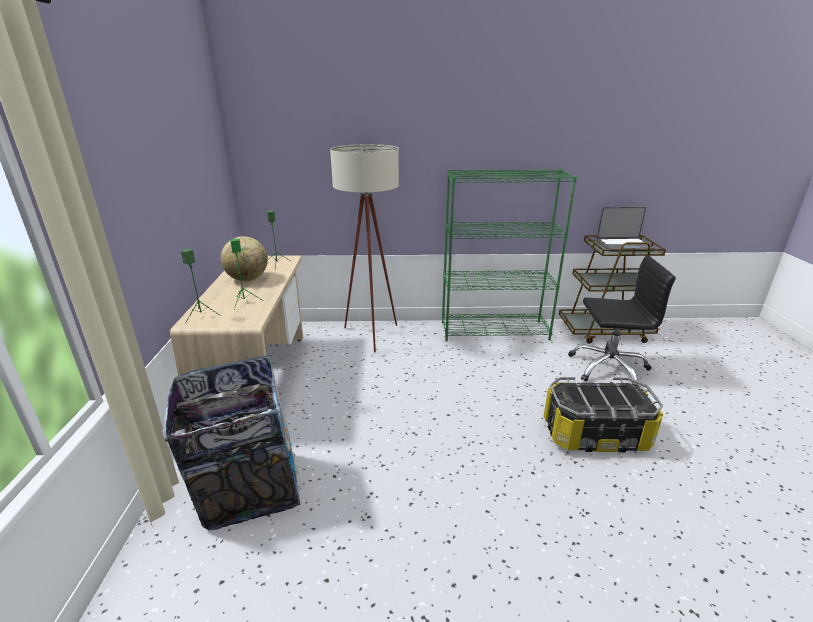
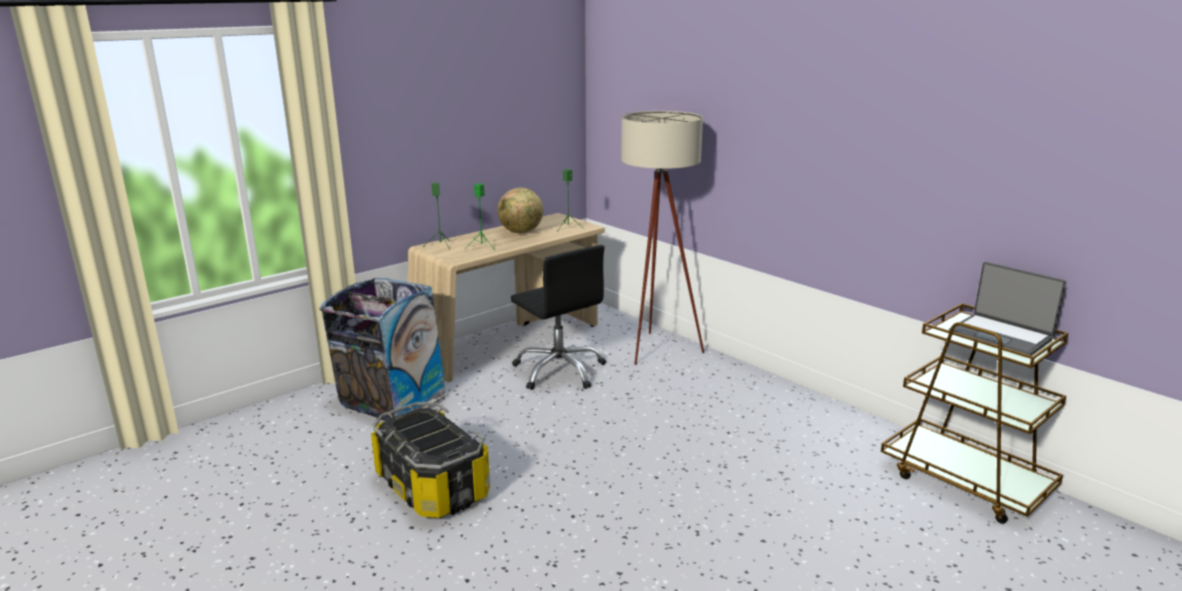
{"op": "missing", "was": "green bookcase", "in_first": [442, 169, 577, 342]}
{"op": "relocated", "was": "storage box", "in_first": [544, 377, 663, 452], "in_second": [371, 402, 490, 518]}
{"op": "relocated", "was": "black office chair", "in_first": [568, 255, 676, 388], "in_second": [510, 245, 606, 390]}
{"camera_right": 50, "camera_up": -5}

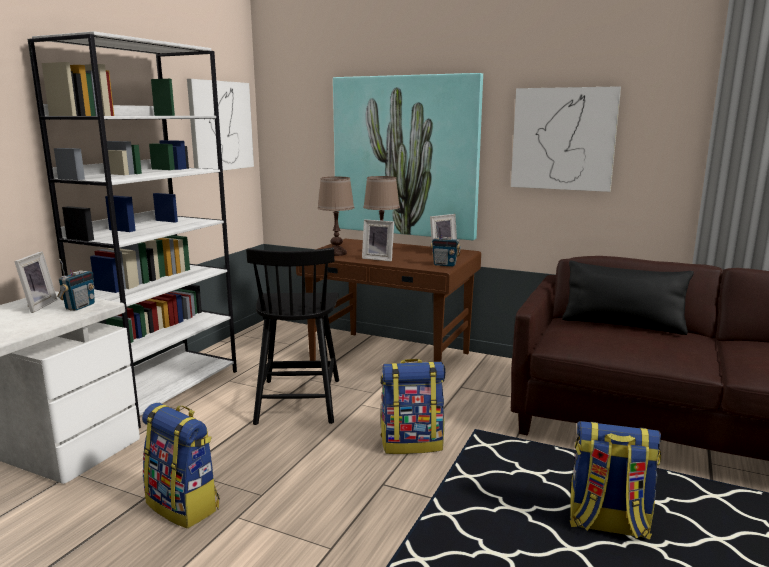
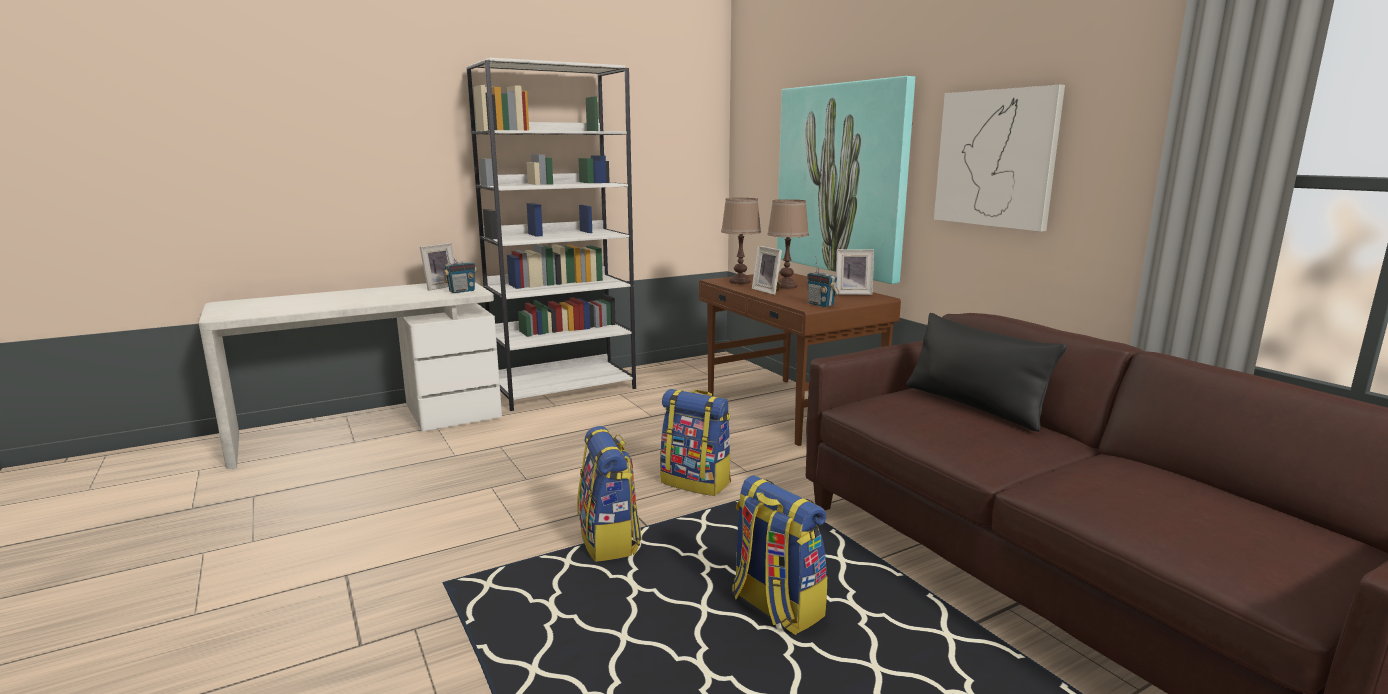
{"op": "missing", "was": "picture", "in_first": [187, 79, 254, 170]}
{"op": "missing", "was": "black chair", "in_first": [246, 248, 339, 425]}
{"op": "relocated", "was": "backpack", "in_first": [142, 403, 220, 529], "in_second": [577, 426, 642, 562]}
{"camera_right": 35, "camera_up": 0}

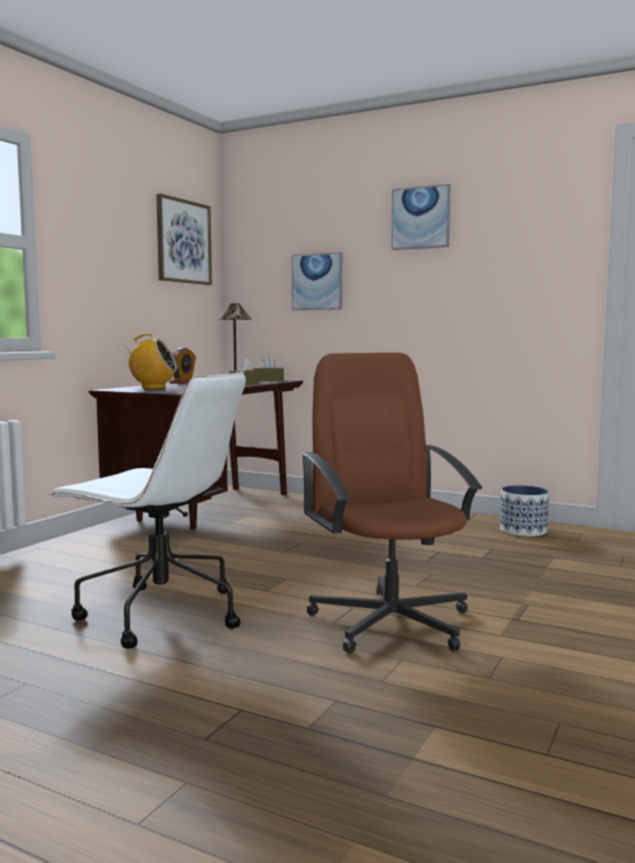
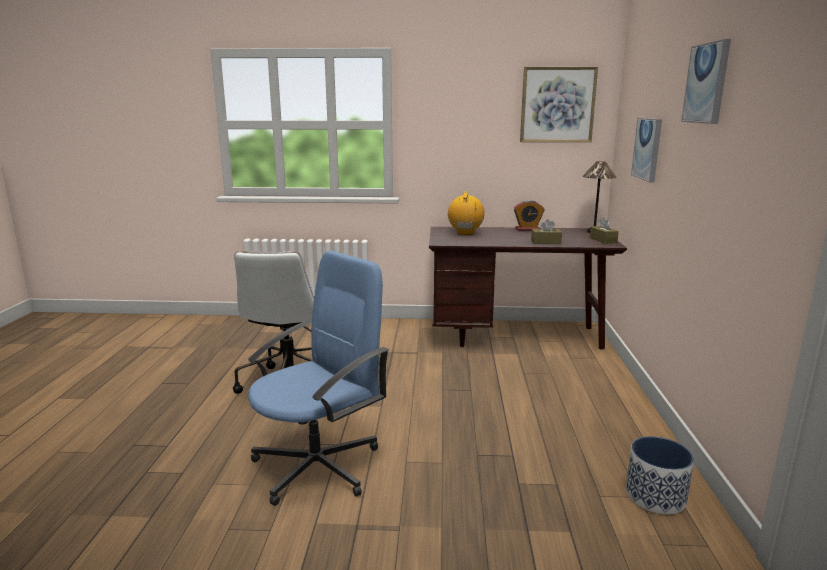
{"op": "colour", "was": "brown office chair", "now": "blue office chair", "in_first": [301, 352, 482, 653], "in_second": [248, 251, 389, 506]}
{"op": "spun", "was": "radio", "in_first": [124, 334, 177, 389], "in_second": [448, 191, 485, 235], "clockwise": -150}
{"camera_right": 65, "camera_up": 10}

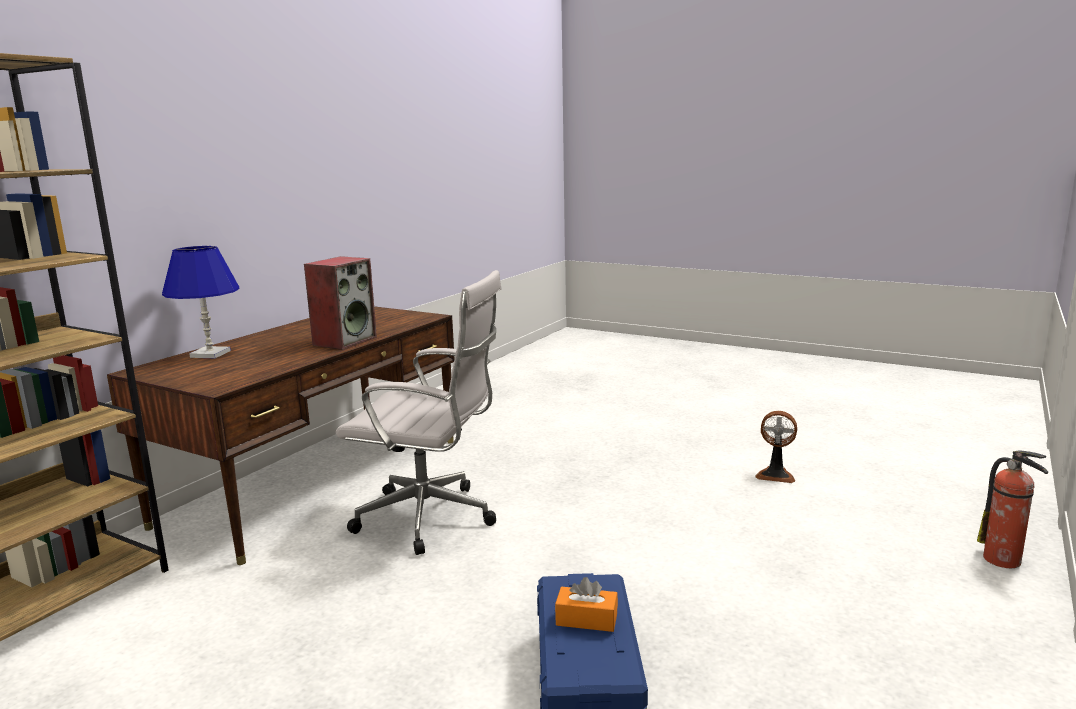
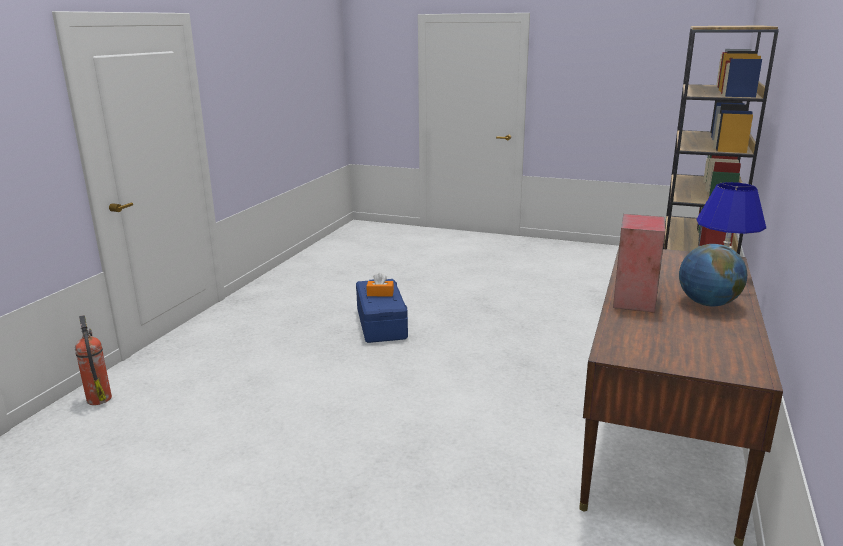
{"op": "missing", "was": "white office chair", "in_first": [336, 270, 502, 555]}
{"op": "missing", "was": "fan", "in_first": [755, 411, 797, 483]}
{"op": "appeared", "now": "globe", "in_second": [679, 244, 747, 306]}
{"camera_right": 170, "camera_up": 5}

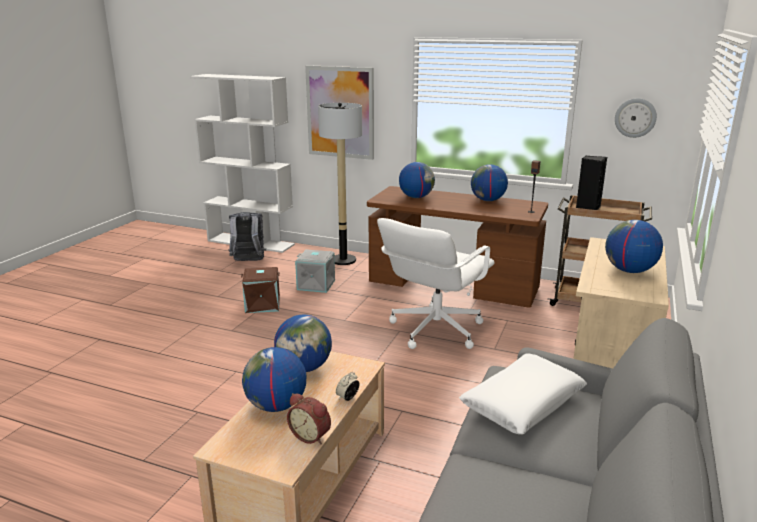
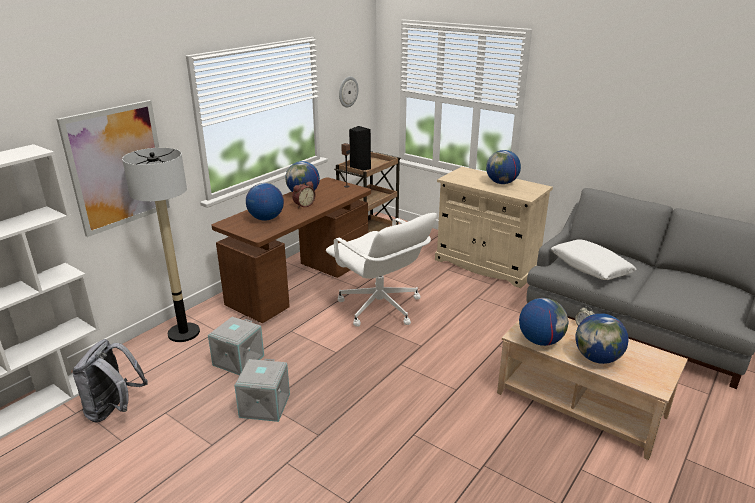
{"op": "relocated", "was": "alarm clock", "in_first": [287, 393, 331, 444], "in_second": [292, 181, 315, 208]}
{"op": "colour", "was": "brown storage box", "now": "grey storage box", "in_first": [241, 267, 280, 313], "in_second": [234, 359, 290, 422]}
{"camera_right": -75, "camera_up": 5}

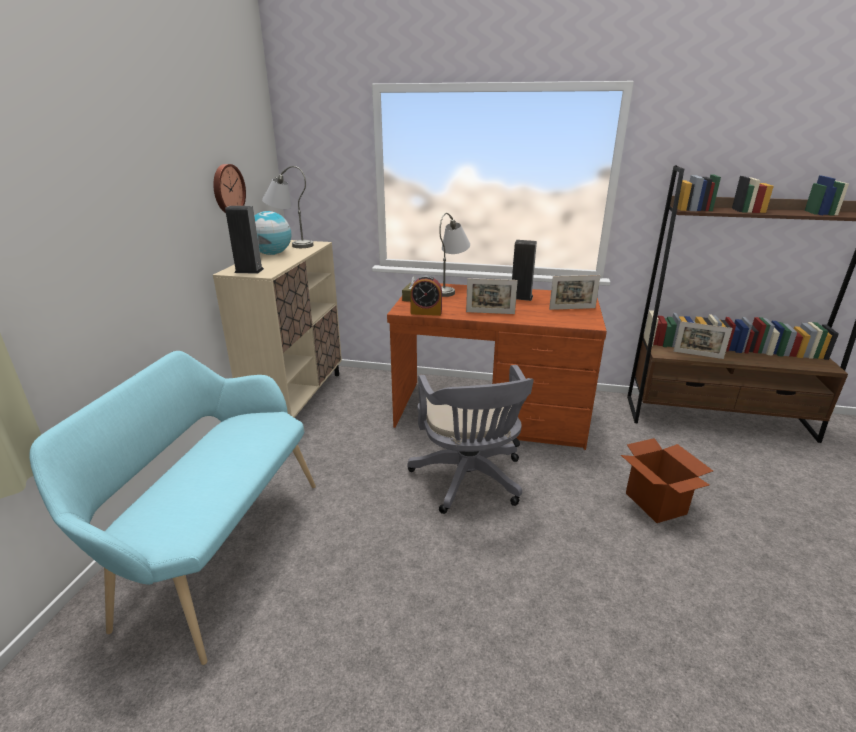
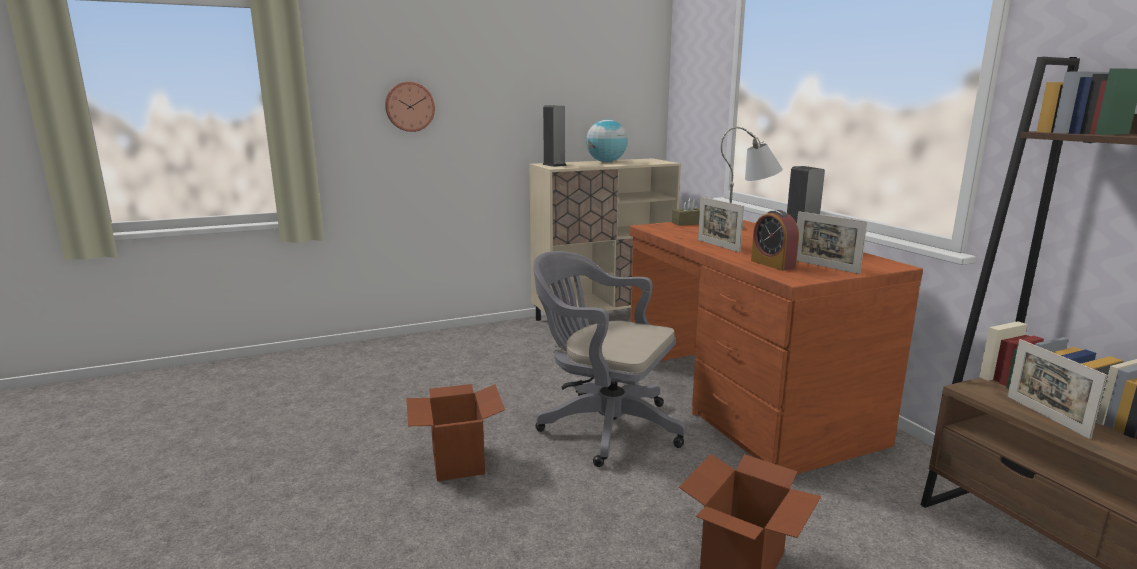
{"op": "missing", "was": "turquoise bench", "in_first": [29, 351, 316, 665]}
{"op": "missing", "was": "grey table lamp", "in_first": [262, 166, 314, 248]}
{"op": "appeared", "now": "cardboard box", "in_second": [406, 384, 505, 481]}
{"op": "relocated", "was": "wall clock", "in_first": [213, 164, 246, 213], "in_second": [385, 82, 435, 132]}
{"op": "relocated", "was": "alarm clock", "in_first": [410, 275, 442, 316], "in_second": [751, 210, 799, 271]}
{"op": "spun", "was": "grey office chair", "in_first": [407, 365, 534, 514], "in_second": [533, 251, 686, 467], "clockwise": 75}
{"camera_right": 55, "camera_up": -10}

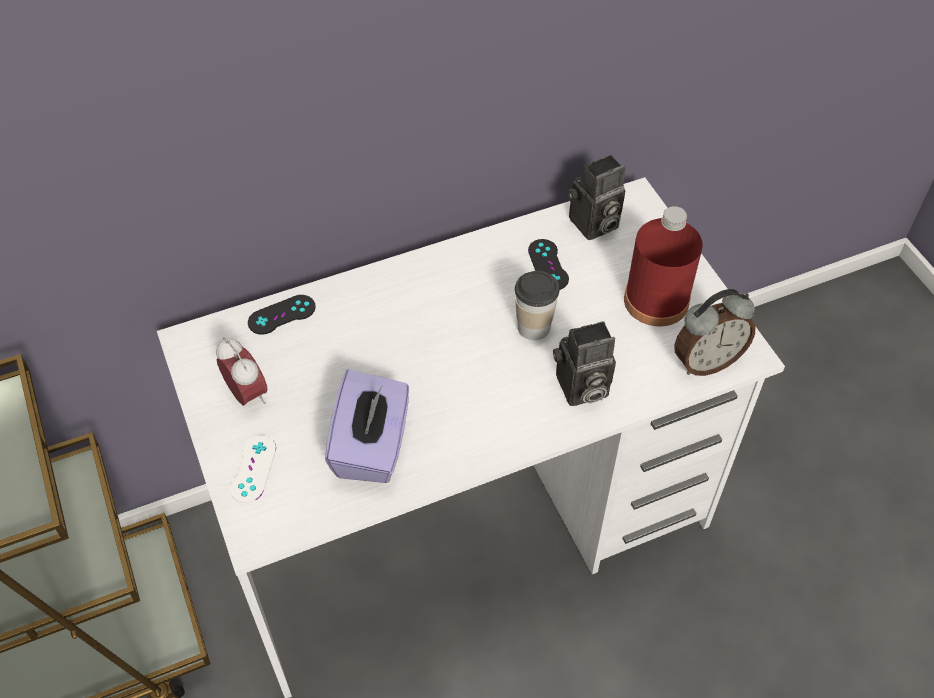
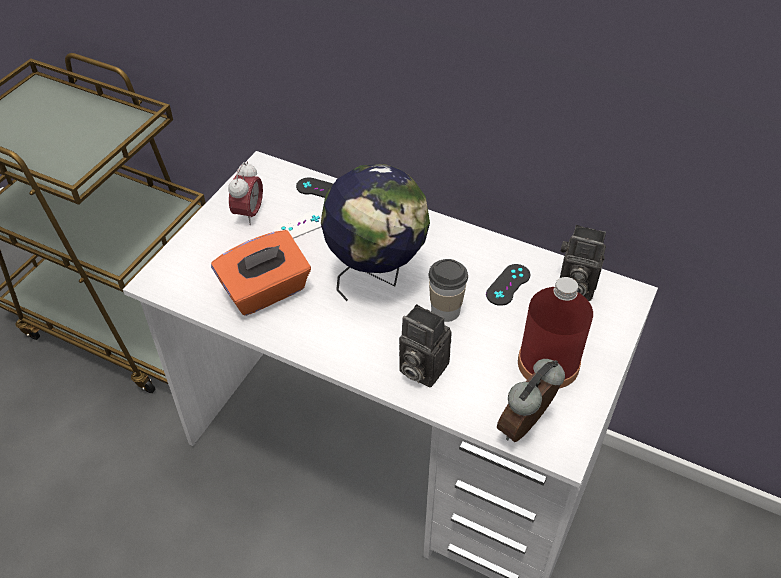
{"op": "appeared", "now": "globe", "in_second": [321, 164, 430, 301]}
{"op": "relocated", "was": "white game controller", "in_first": [230, 435, 276, 503], "in_second": [273, 211, 322, 239]}
{"op": "colour", "was": "purple tissue box", "now": "orange tissue box", "in_first": [325, 369, 409, 483], "in_second": [211, 230, 311, 316]}
{"op": "spun", "was": "alarm clock", "in_first": [674, 289, 755, 376], "in_second": [497, 359, 565, 442], "clockwise": 105}
{"camera_right": 50, "camera_up": -5}

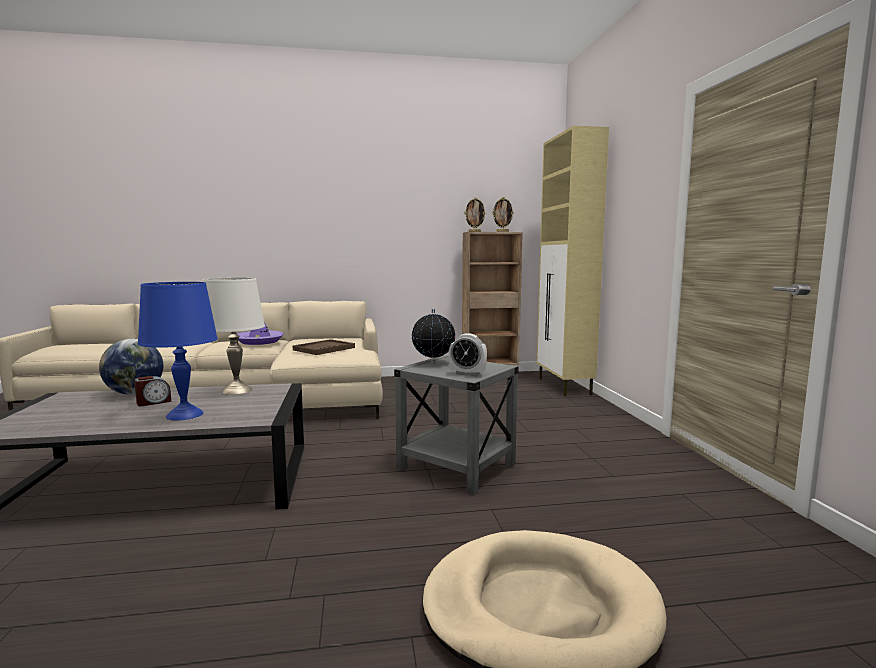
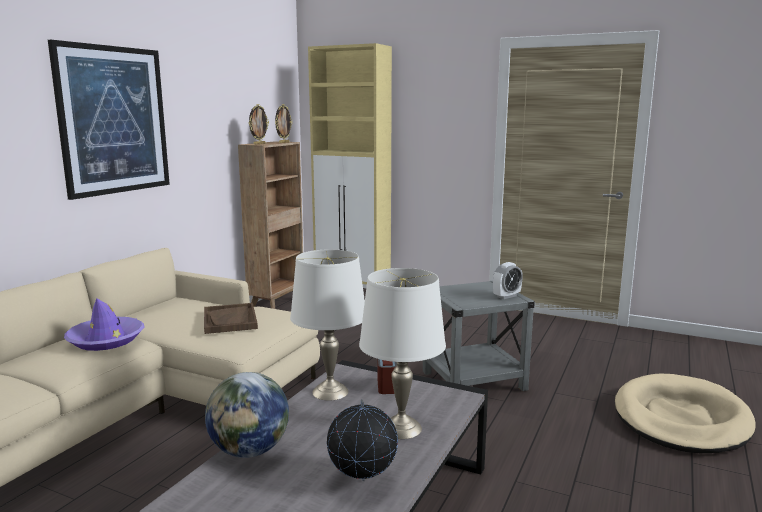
{"op": "appeared", "now": "picture", "in_second": [48, 40, 170, 200]}
{"op": "relocated", "was": "alarm clock", "in_first": [134, 376, 171, 406], "in_second": [377, 359, 397, 394]}
{"op": "relocated", "was": "globe", "in_first": [412, 309, 455, 363], "in_second": [327, 399, 398, 481]}
{"op": "colour", "was": "blue table lamp", "now": "white table lamp", "in_first": [138, 282, 218, 421], "in_second": [359, 268, 446, 439]}
{"camera_right": -55, "camera_up": 5}

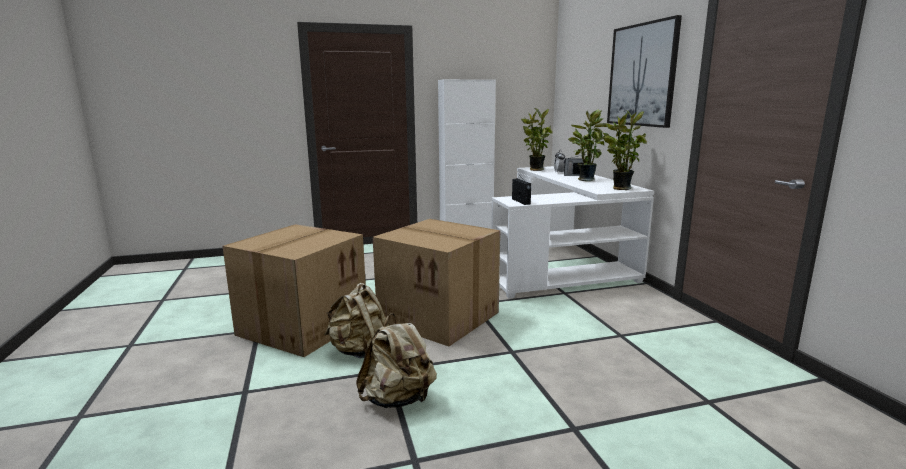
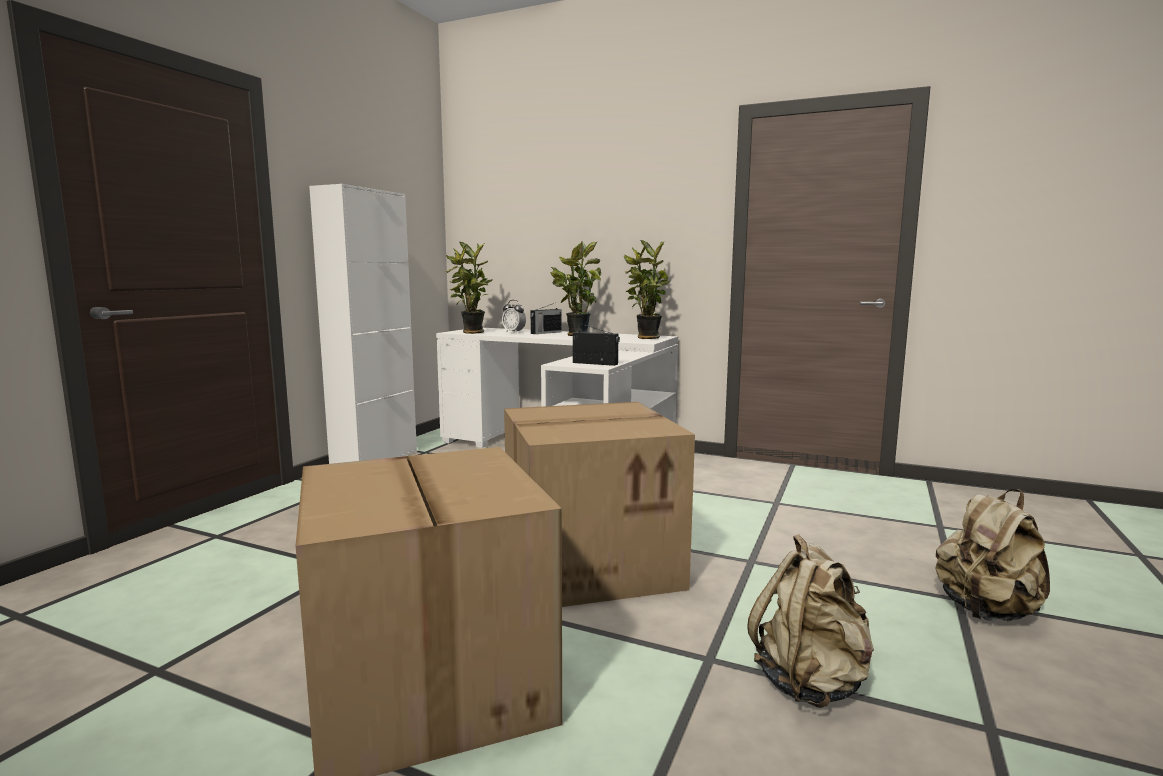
{"op": "missing", "was": "picture", "in_first": [607, 15, 682, 128]}
{"op": "relocated", "was": "beige backpack", "in_first": [324, 283, 390, 358], "in_second": [935, 489, 1050, 621]}
{"camera_right": -50, "camera_up": -5}

